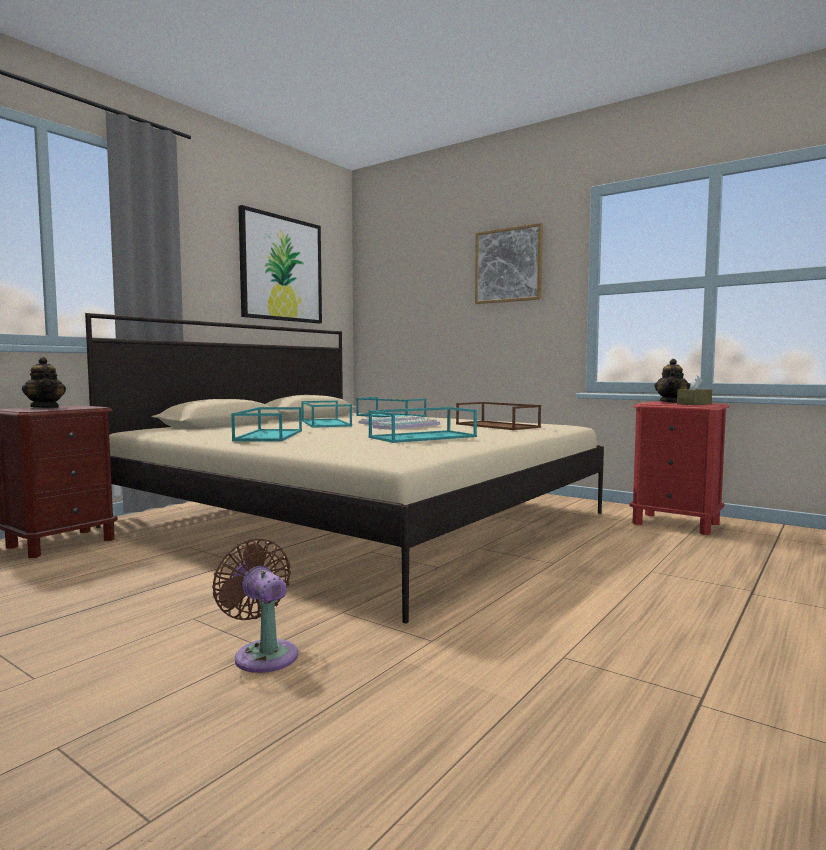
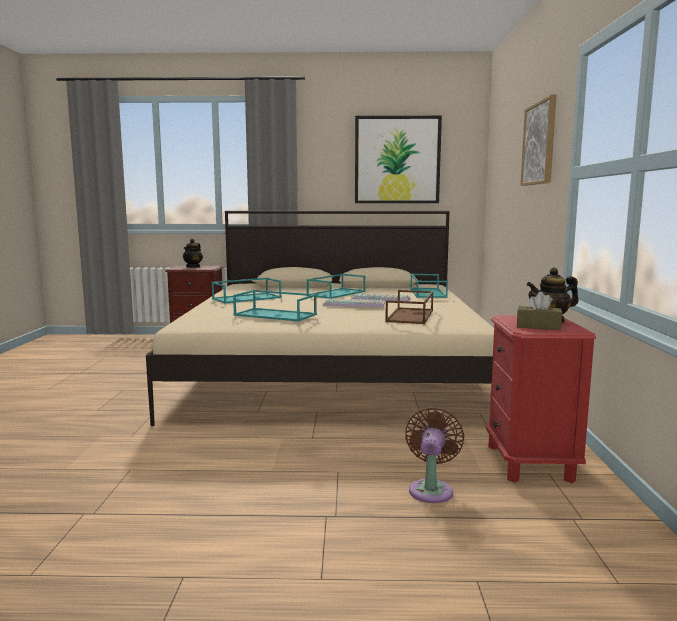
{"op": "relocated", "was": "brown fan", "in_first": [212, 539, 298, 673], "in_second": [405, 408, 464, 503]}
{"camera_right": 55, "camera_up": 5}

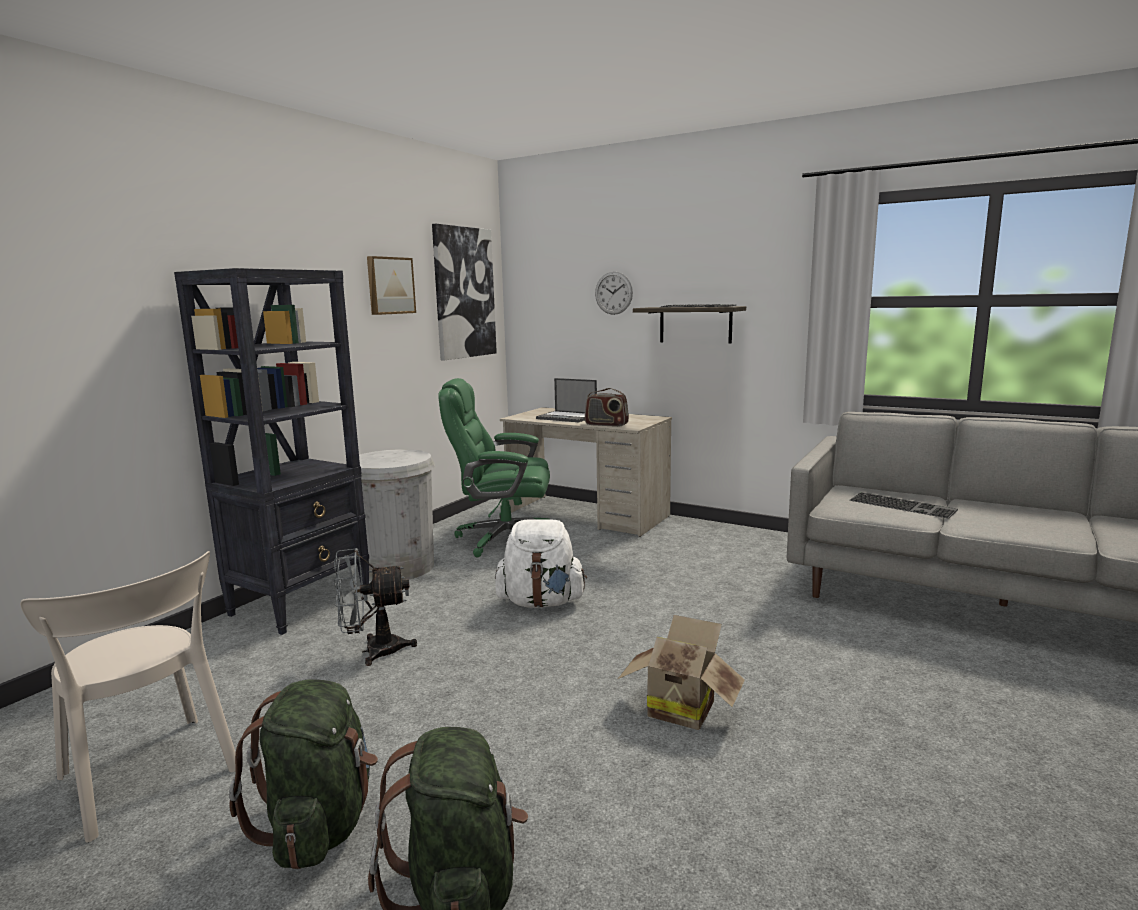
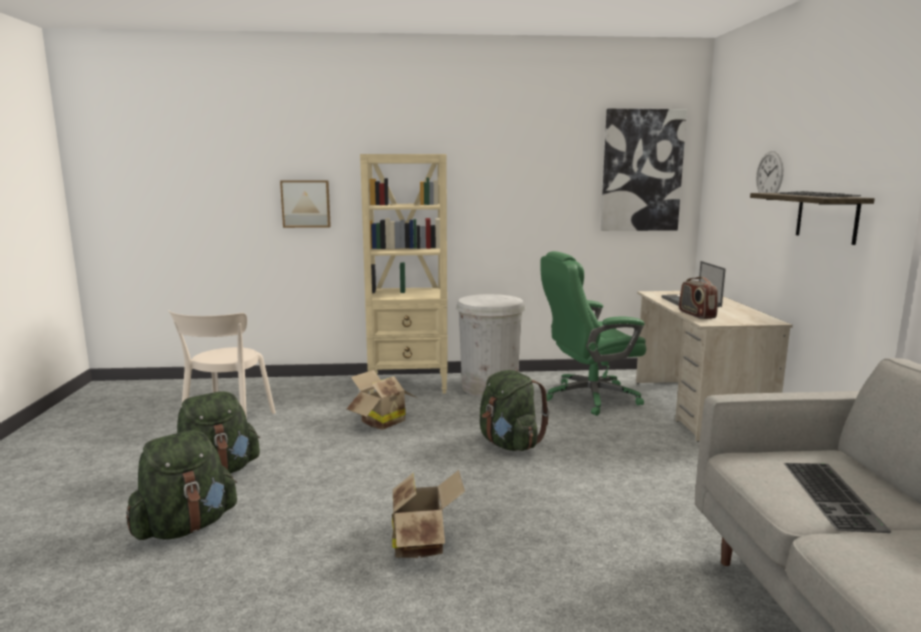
{"op": "relocated", "was": "picture", "in_first": [367, 256, 416, 315], "in_second": [280, 180, 331, 228]}
{"op": "exchanged", "was": "grey fan", "now": "cardboard box", "in_first": [334, 548, 417, 666], "in_second": [347, 370, 417, 430]}
{"op": "colour", "was": "black bookcase", "now": "beige bookcase", "in_first": [174, 268, 369, 635], "in_second": [360, 154, 448, 394]}
{"op": "colour", "was": "white backpack", "now": "green backpack", "in_first": [495, 519, 587, 608], "in_second": [480, 370, 550, 451]}
{"op": "spun", "was": "green office chair", "in_first": [438, 378, 551, 557], "in_second": [540, 251, 646, 416], "clockwise": -75}
{"camera_right": 55, "camera_up": 0}

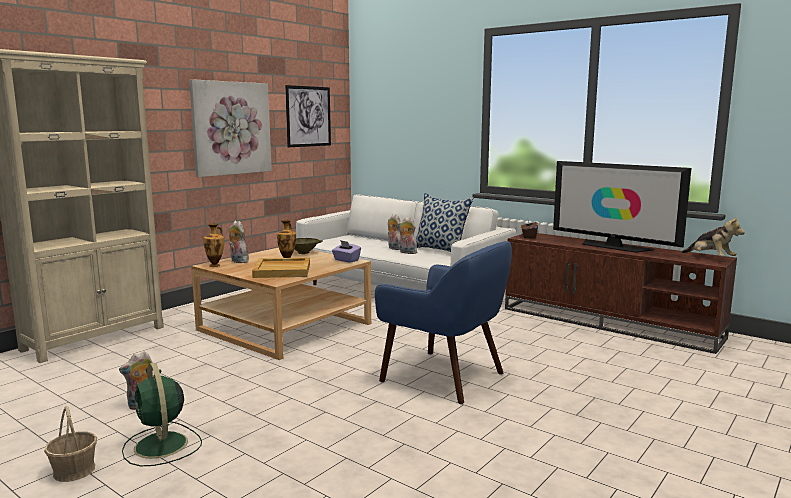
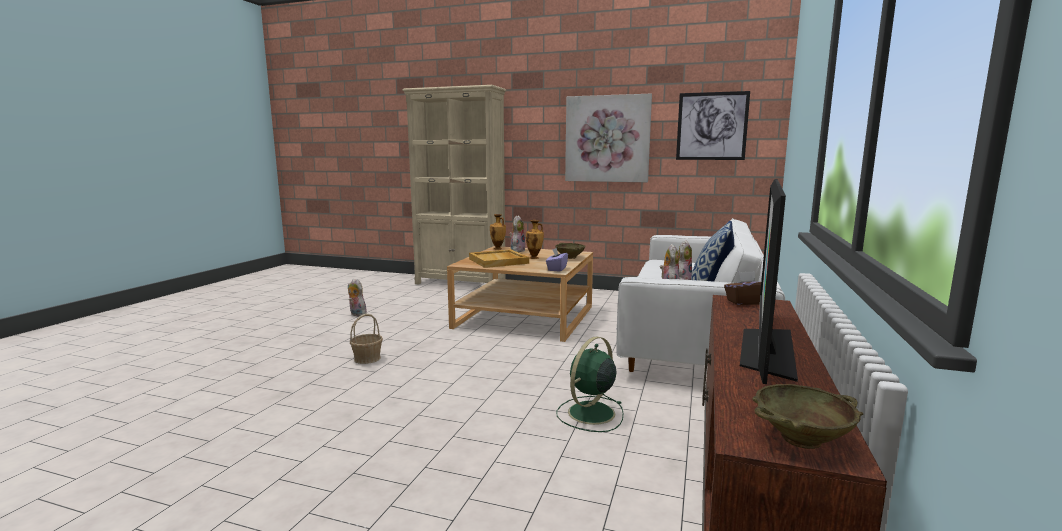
{"op": "missing", "was": "blue armchair", "in_first": [375, 241, 512, 404]}
{"op": "relocated", "was": "basket", "in_first": [44, 406, 97, 482], "in_second": [350, 314, 383, 364]}
{"op": "relocated", "was": "green fan", "in_first": [122, 363, 202, 466], "in_second": [556, 336, 623, 432]}
{"op": "exchanged", "was": "plush toy", "now": "beige bowl", "in_first": [682, 216, 745, 257], "in_second": [752, 384, 863, 449]}
{"camera_right": 70, "camera_up": 0}

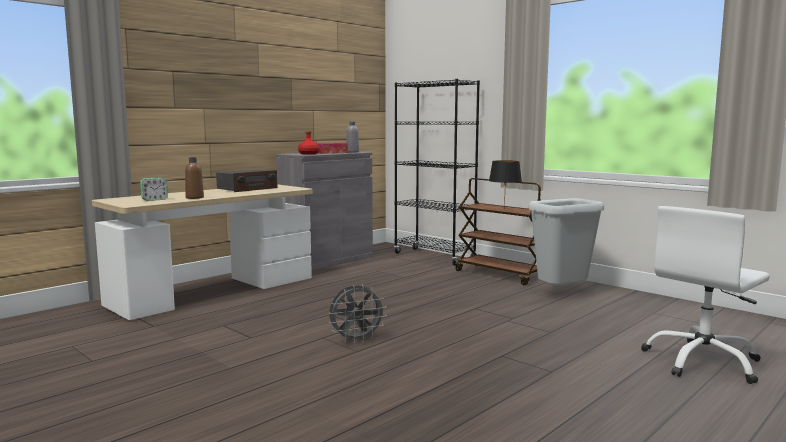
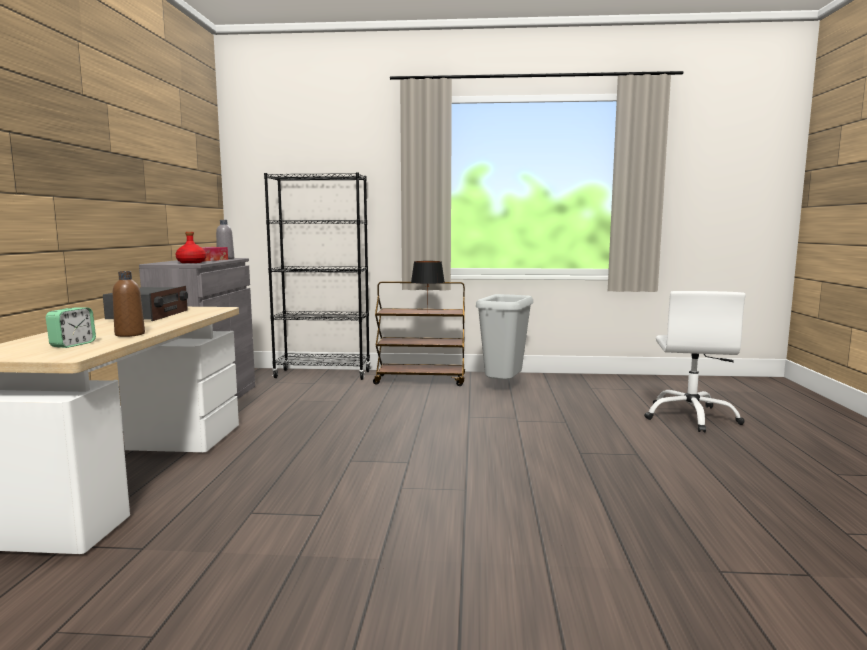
{"op": "missing", "was": "grey fan", "in_first": [329, 285, 387, 344]}
{"camera_right": -40, "camera_up": 0}

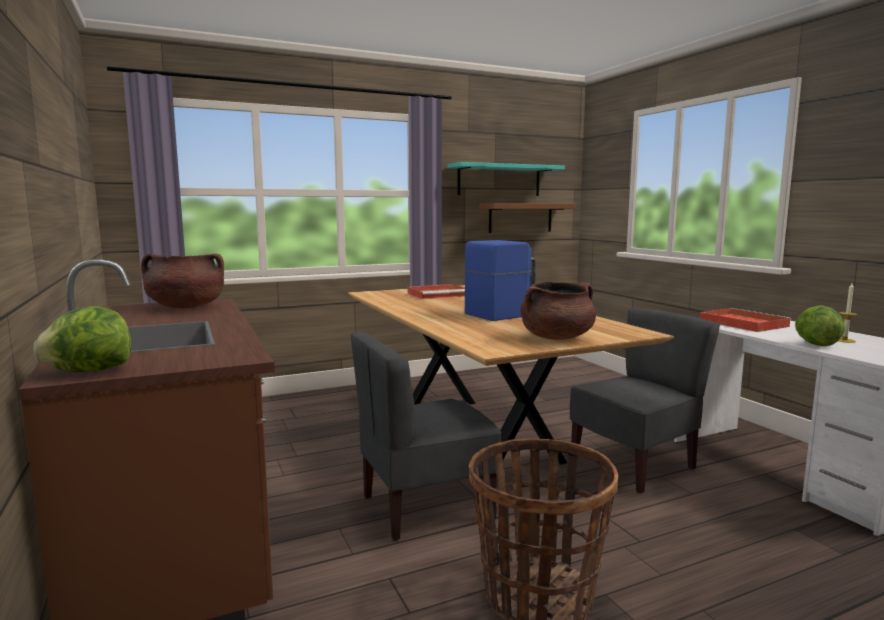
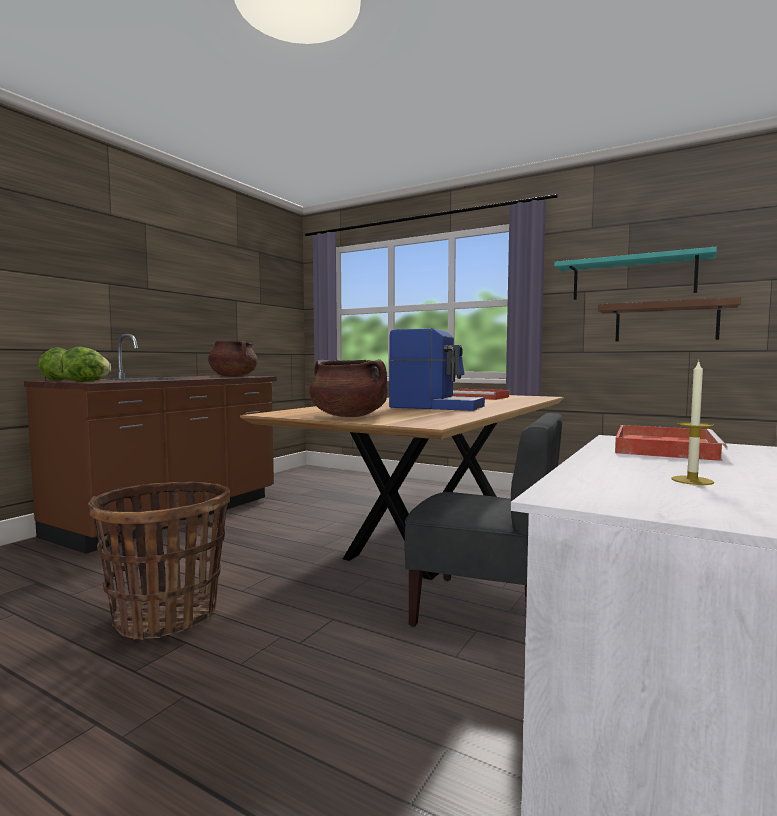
{"op": "missing", "was": "grey chair", "in_first": [351, 332, 501, 541]}
{"op": "relocated", "was": "lettuce", "in_first": [795, 305, 845, 346], "in_second": [61, 347, 111, 382]}
{"camera_right": 55, "camera_up": -5}

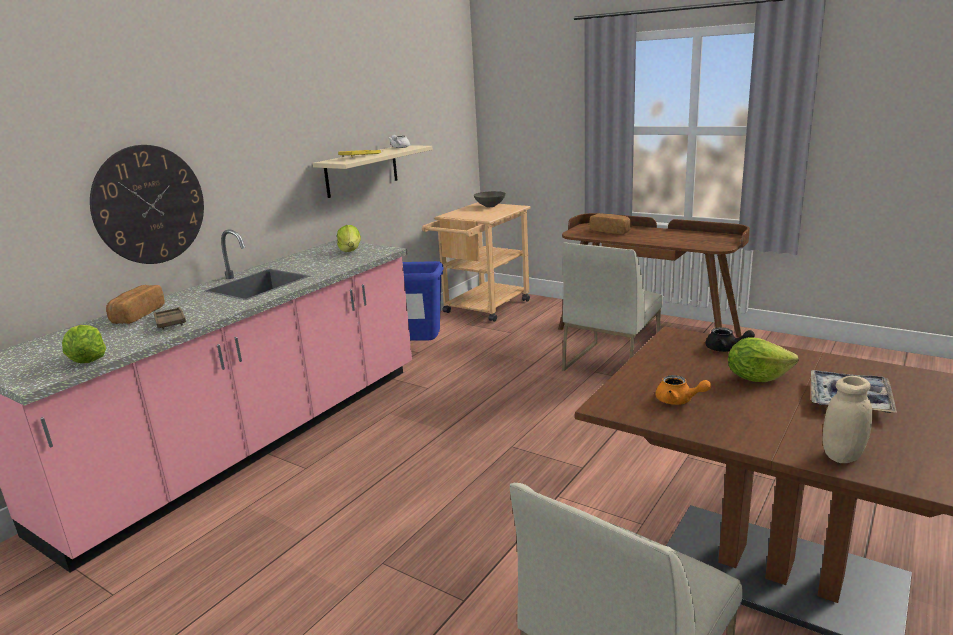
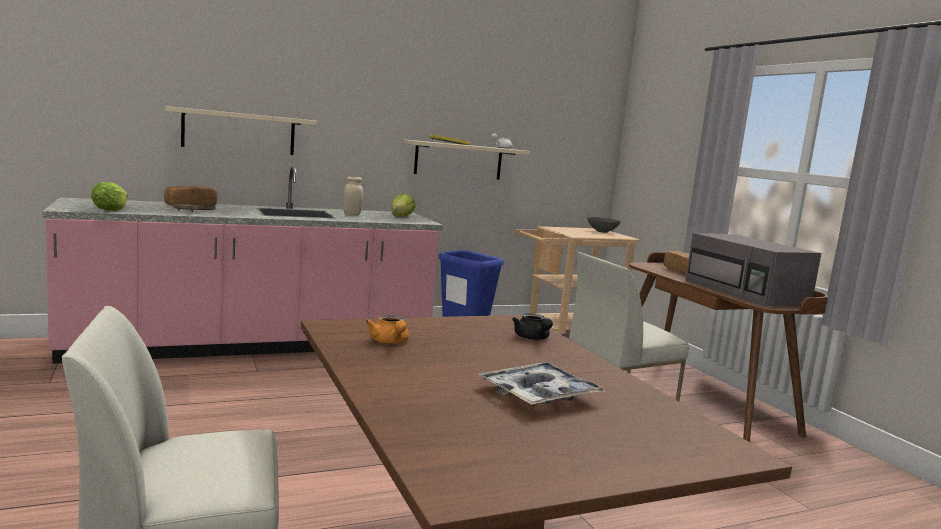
{"op": "missing", "was": "lettuce", "in_first": [728, 337, 798, 382]}
{"op": "appeared", "now": "grey microwave", "in_second": [685, 233, 822, 307]}
{"op": "relocated", "was": "beige jar", "in_first": [822, 376, 872, 463], "in_second": [343, 177, 363, 215]}
{"op": "exchanged", "was": "wall clock", "now": "beige shelf", "in_first": [90, 145, 204, 264], "in_second": [165, 106, 317, 155]}
{"camera_right": 30, "camera_up": -10}

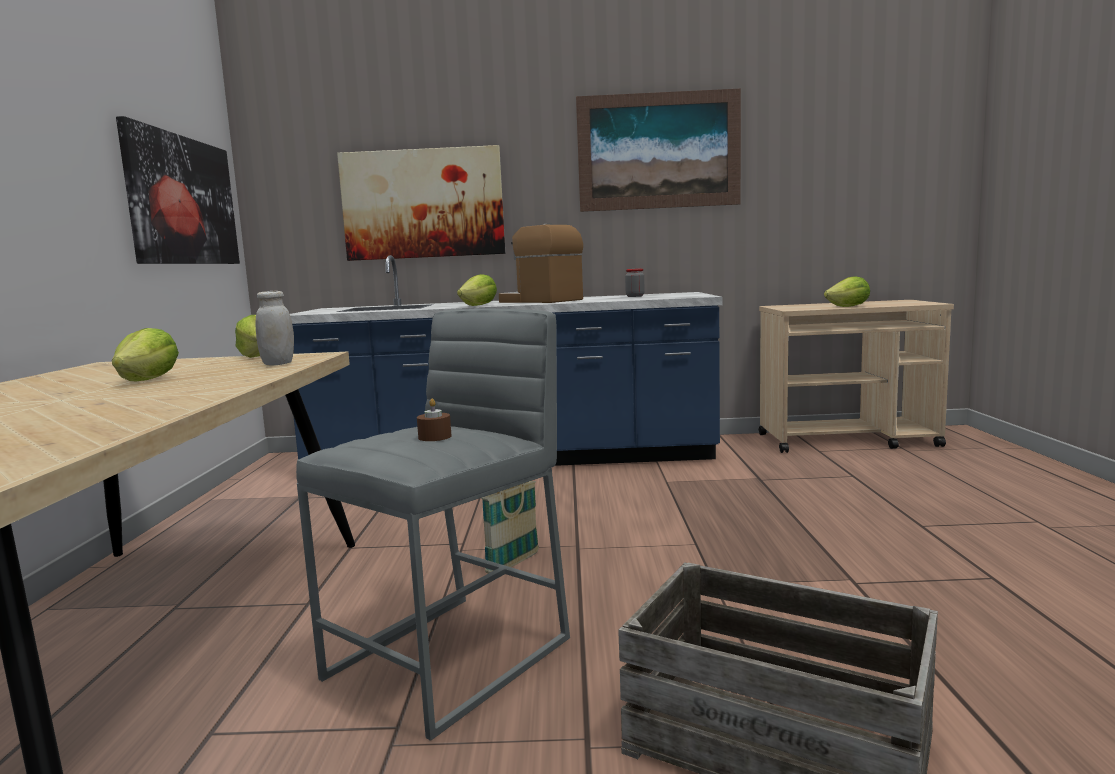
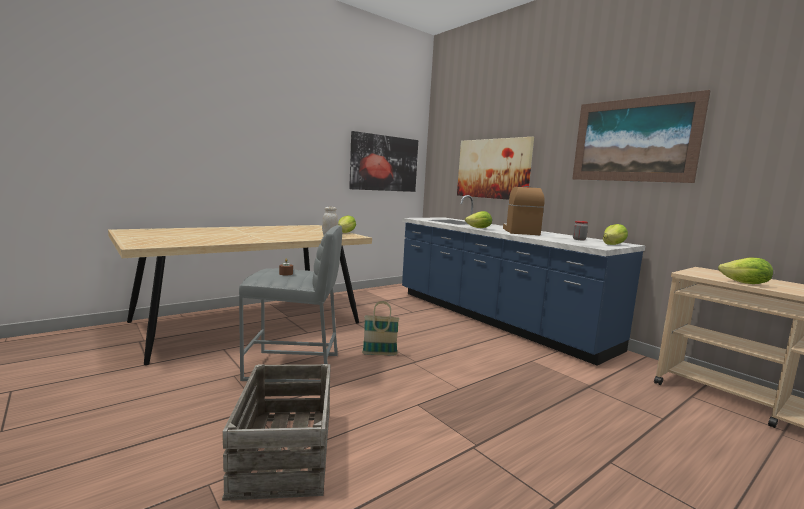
{"op": "relocated", "was": "lettuce", "in_first": [112, 328, 179, 381], "in_second": [603, 224, 628, 245]}
{"camera_right": 50, "camera_up": 0}

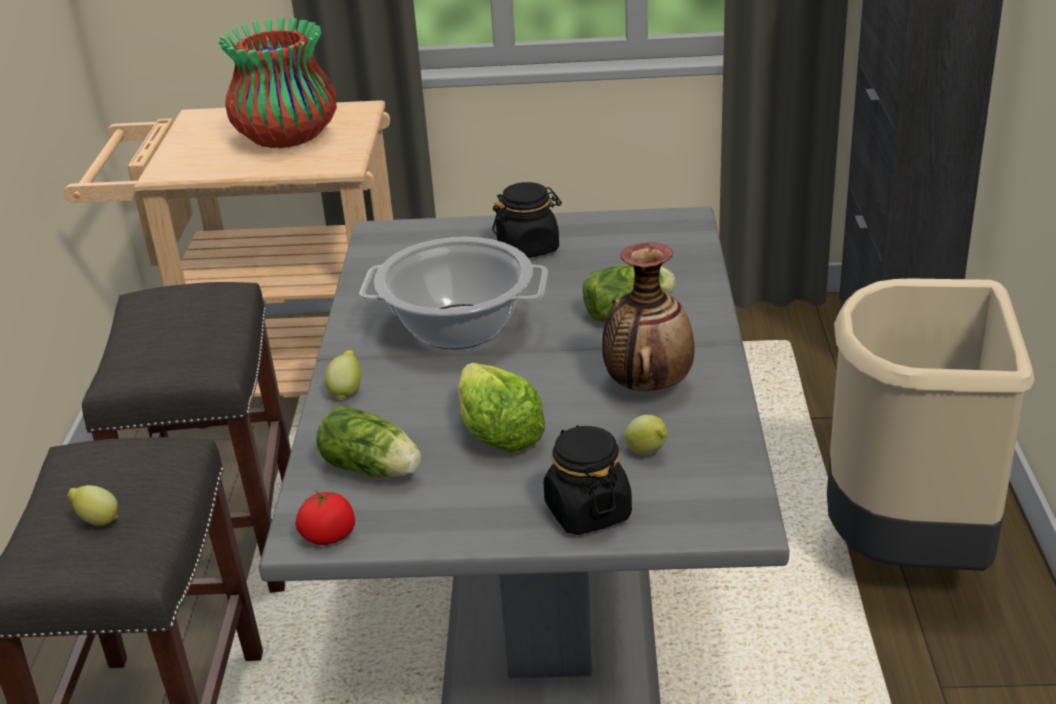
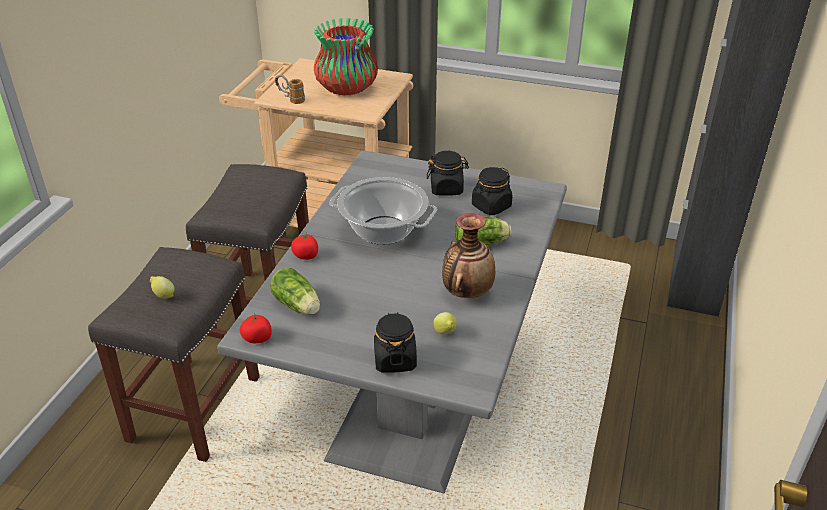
{"op": "missing", "was": "lettuce", "in_first": [457, 363, 545, 453]}
{"op": "missing", "was": "beige trash can", "in_first": [827, 278, 1035, 571]}
{"op": "appeared", "now": "mug", "in_second": [275, 75, 305, 104]}
{"op": "appeared", "now": "black jar", "in_second": [472, 167, 512, 215]}
{"op": "exchanged", "was": "lemon", "now": "tomato", "in_first": [325, 350, 361, 401], "in_second": [291, 233, 318, 260]}
{"camera_right": 15, "camera_up": 5}

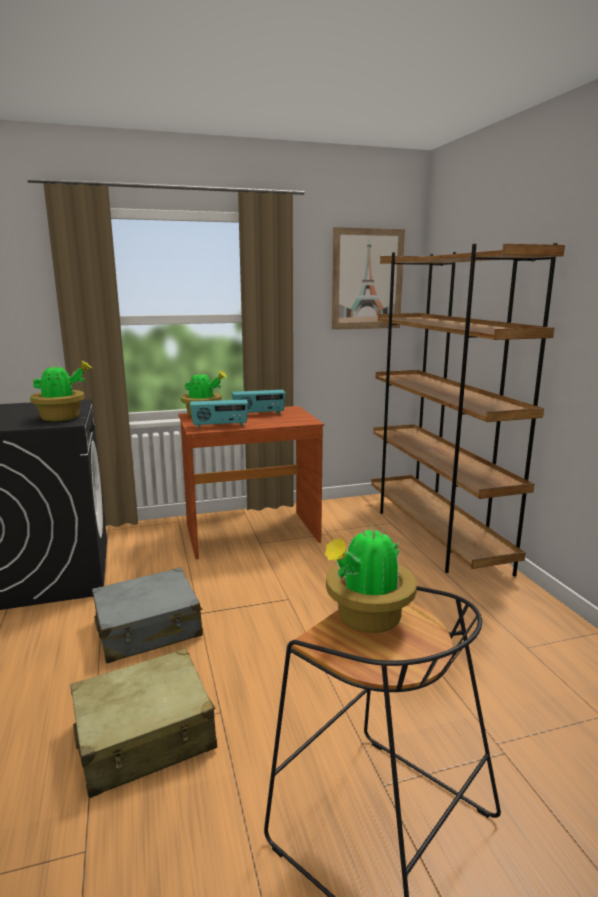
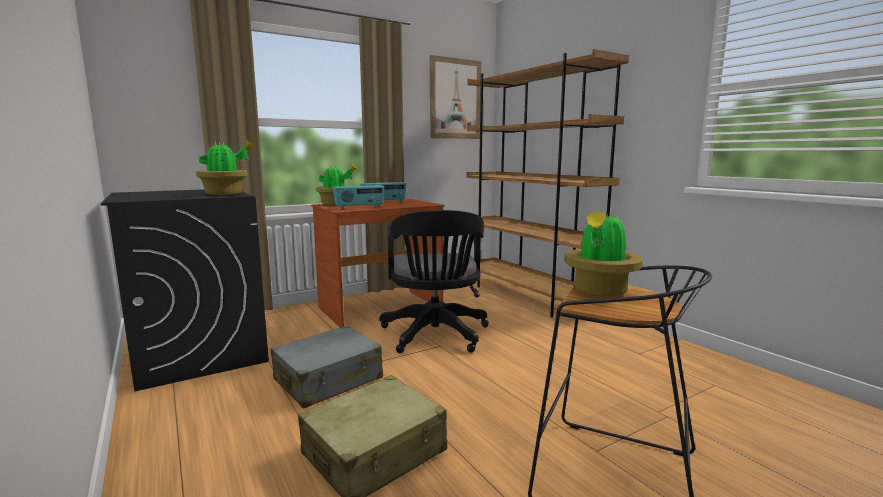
{"op": "appeared", "now": "black office chair", "in_second": [379, 210, 489, 353]}
{"camera_right": -15, "camera_up": -5}

